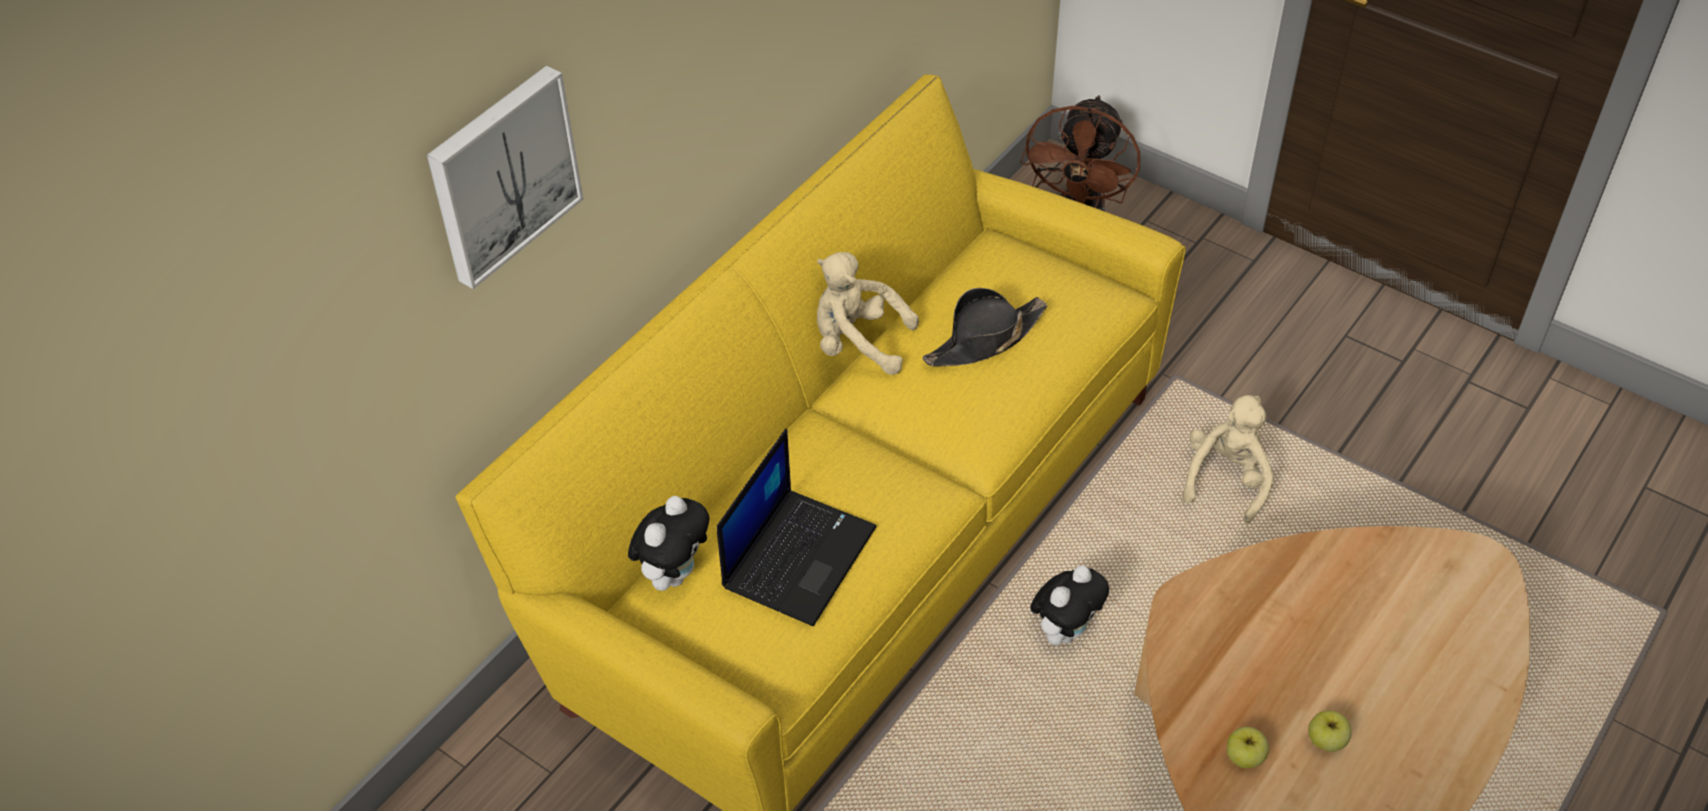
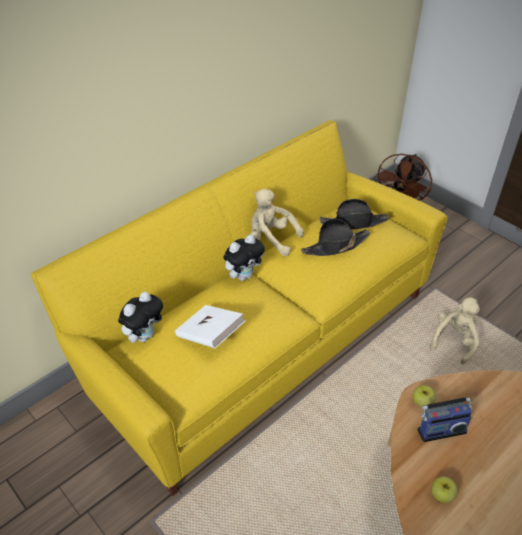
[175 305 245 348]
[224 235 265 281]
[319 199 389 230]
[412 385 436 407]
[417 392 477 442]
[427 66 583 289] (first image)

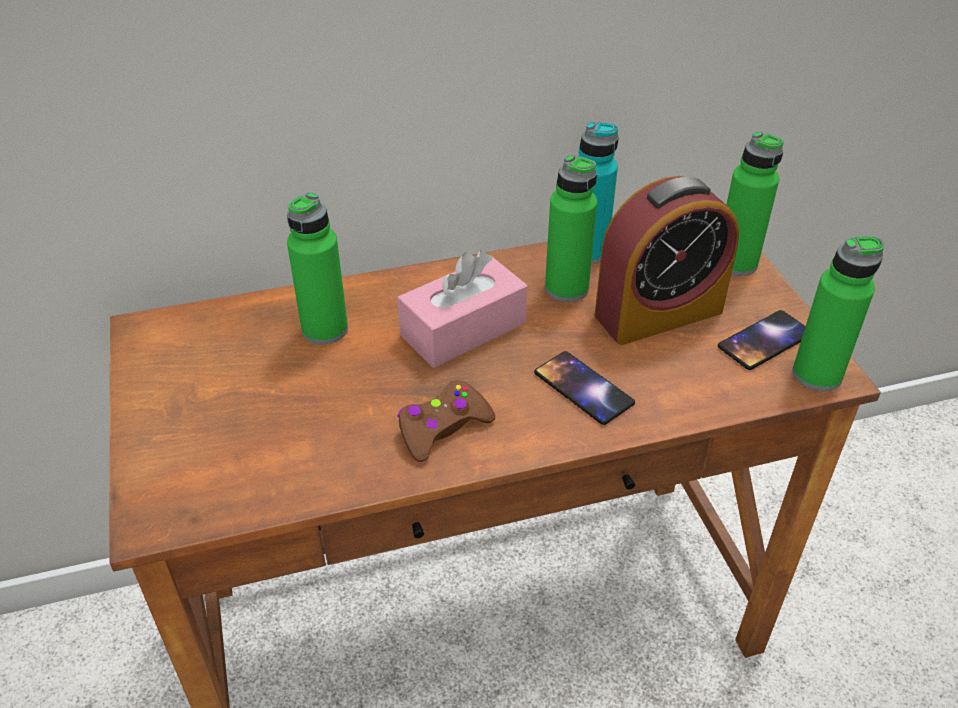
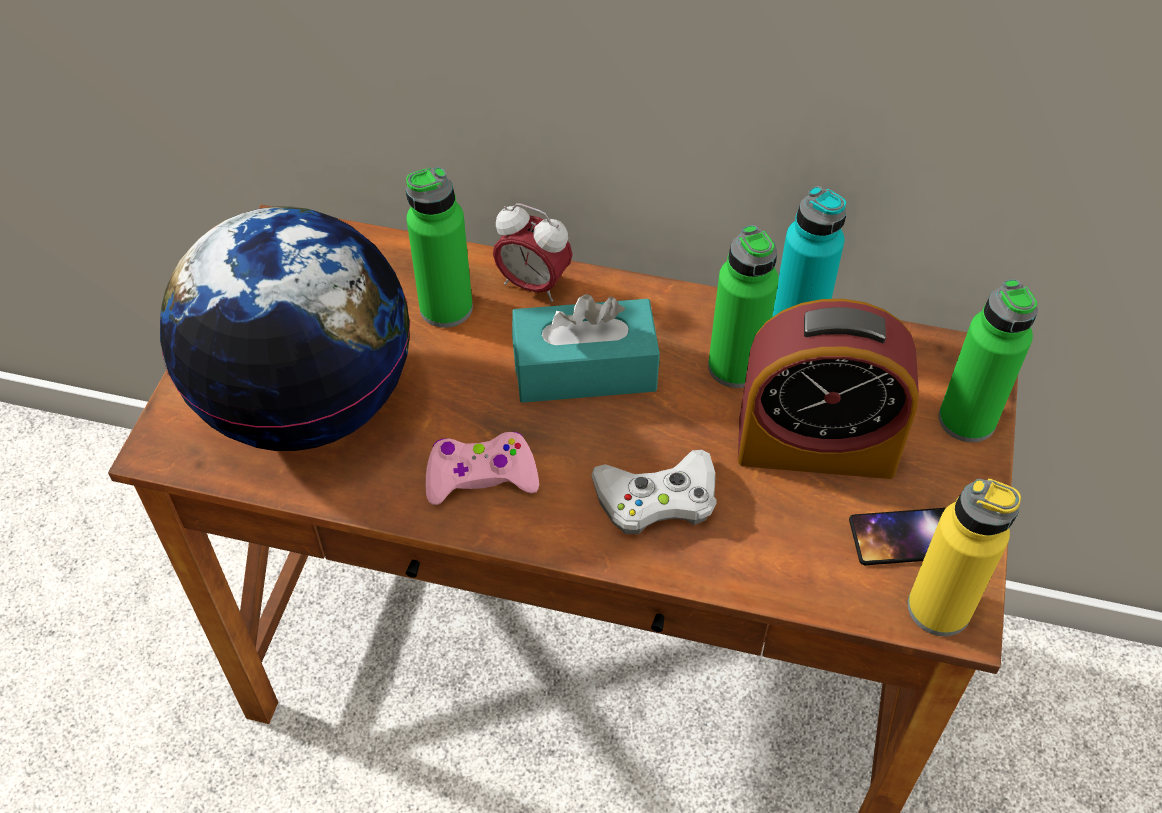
[160 207 410 451]
[426 432 539 505]
[493 203 573 302]
[512 294 660 403]
[591 450 717 534]
[908 479 1021 636]

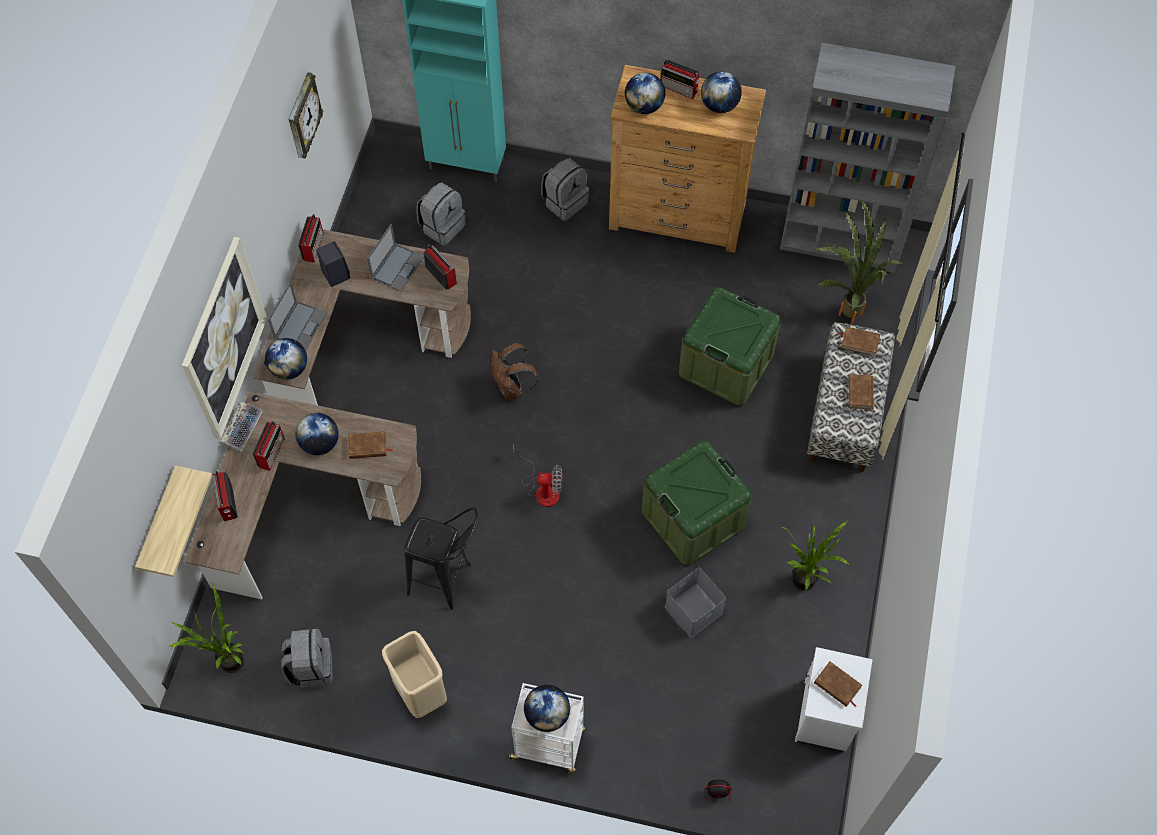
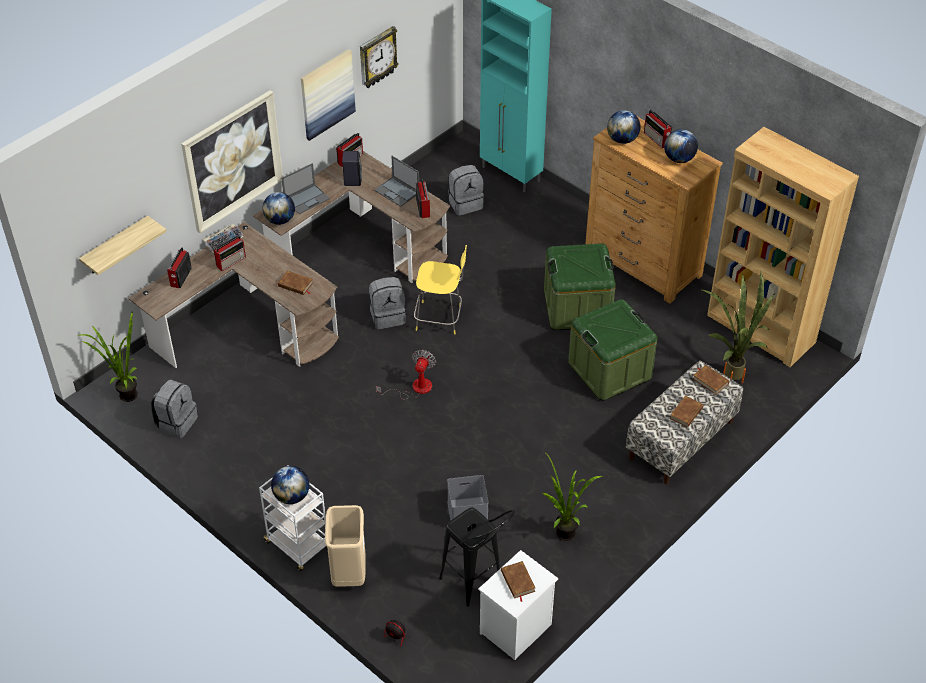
[301 49 356 141]
[325 505 366 587]
[369 277 406 329]
[374 156 419 207]
[376 350 436 400]
[414 245 467 335]
[439 507 515 607]
[544 243 616 330]
[707 127 859 367]
[295 413 339 455] (first image)

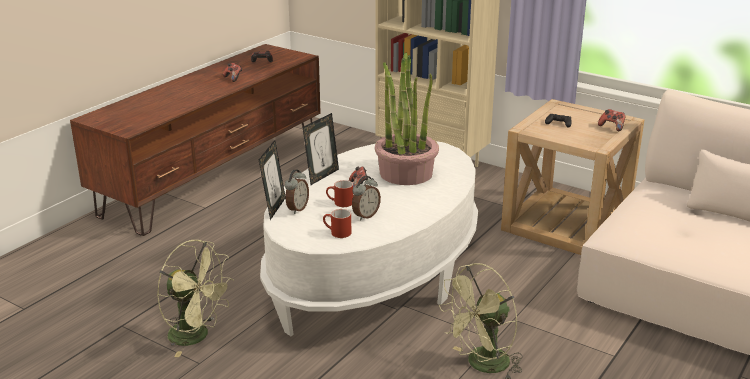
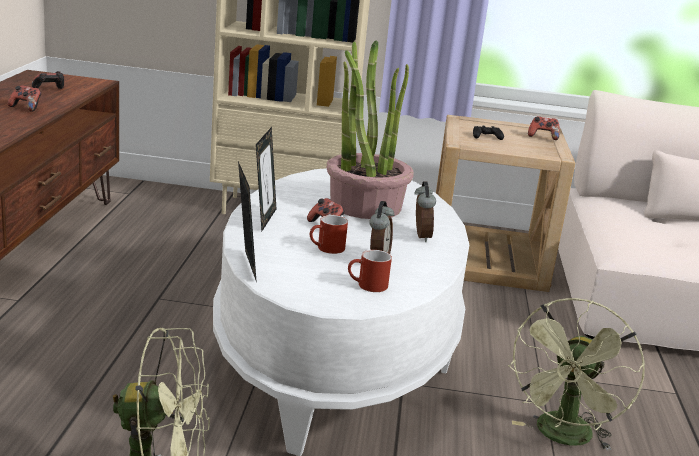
[415 181 436 242]

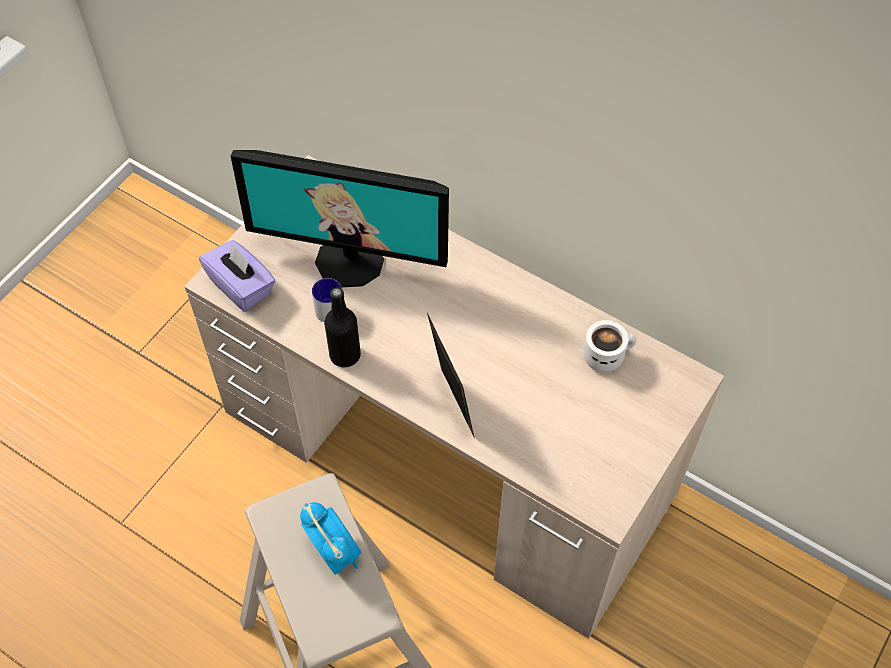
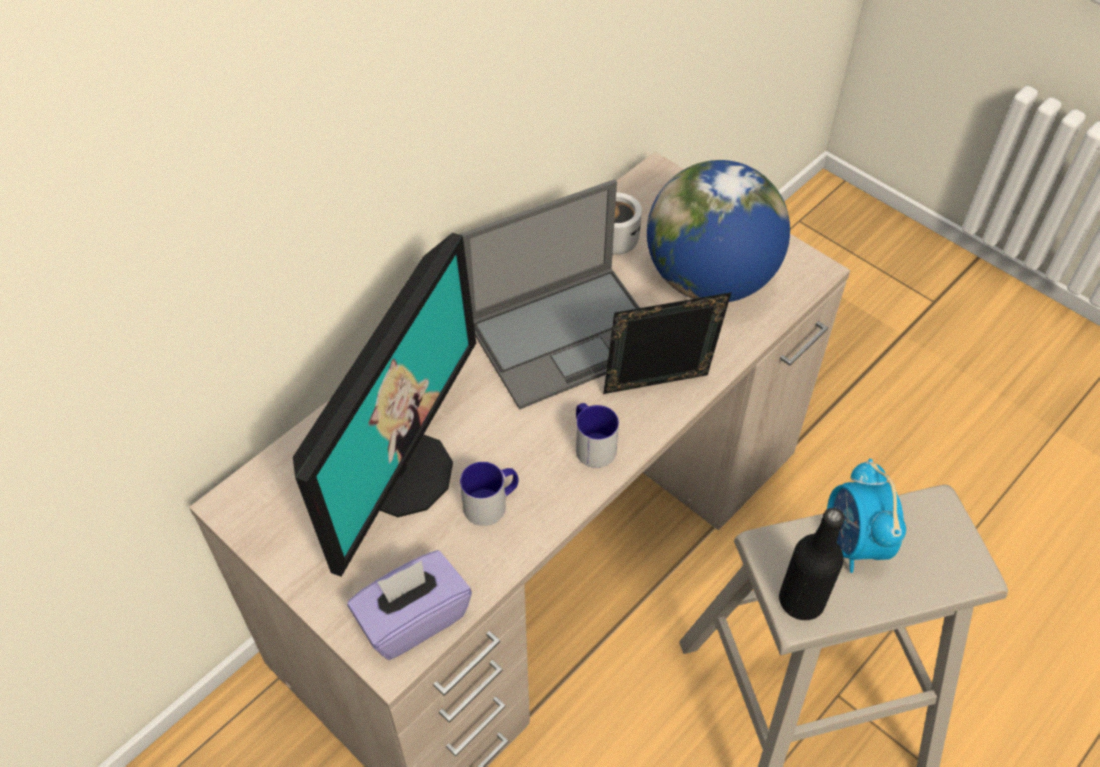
[459 179 640 410]
[576 403 619 468]
[647 160 790 302]
[779 508 845 620]
[827 459 906 573]

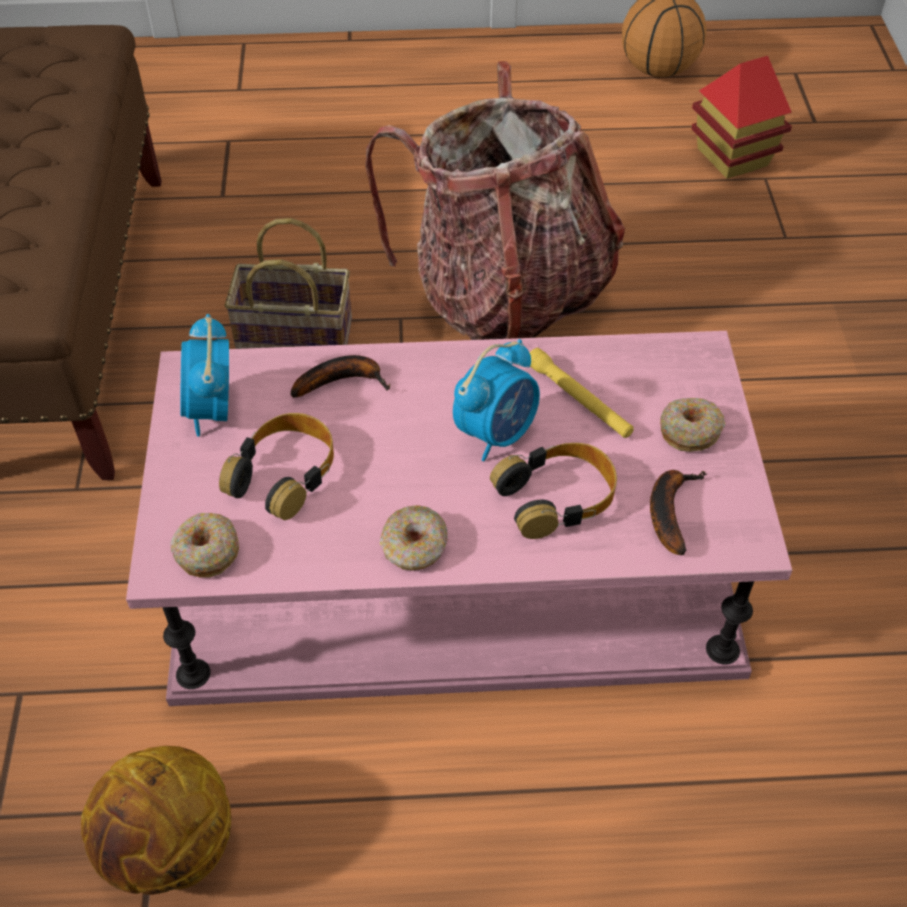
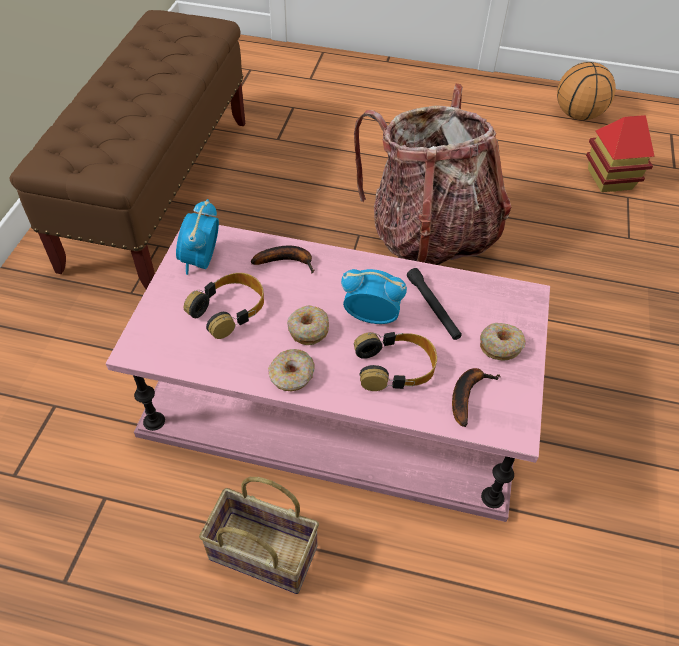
[199 477 319 594]
[287 305 329 345]
[341 269 407 324]
[407 268 462 340]
[81 746 231 895] (first image)

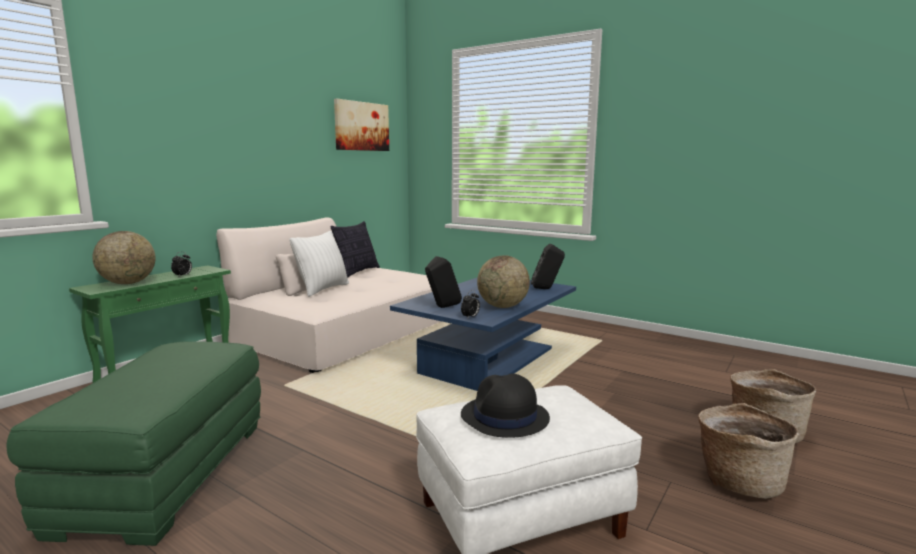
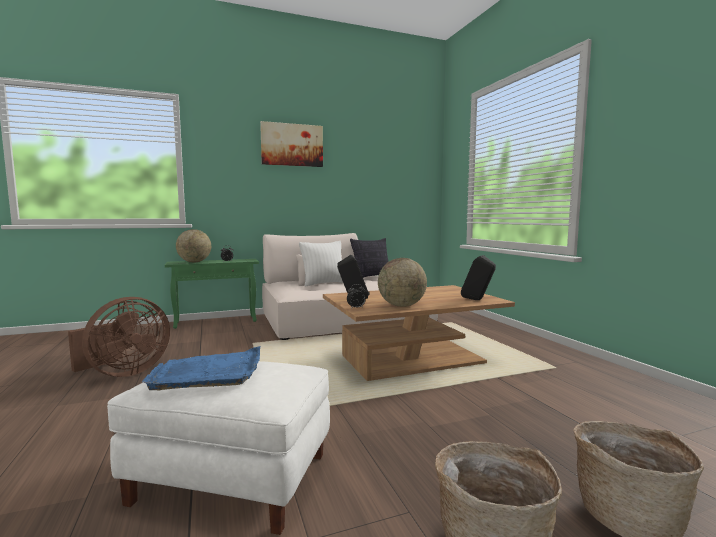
[68 297 170 377]
[142 346 260 391]
[260 121 323 167]
[323 285 515 381]

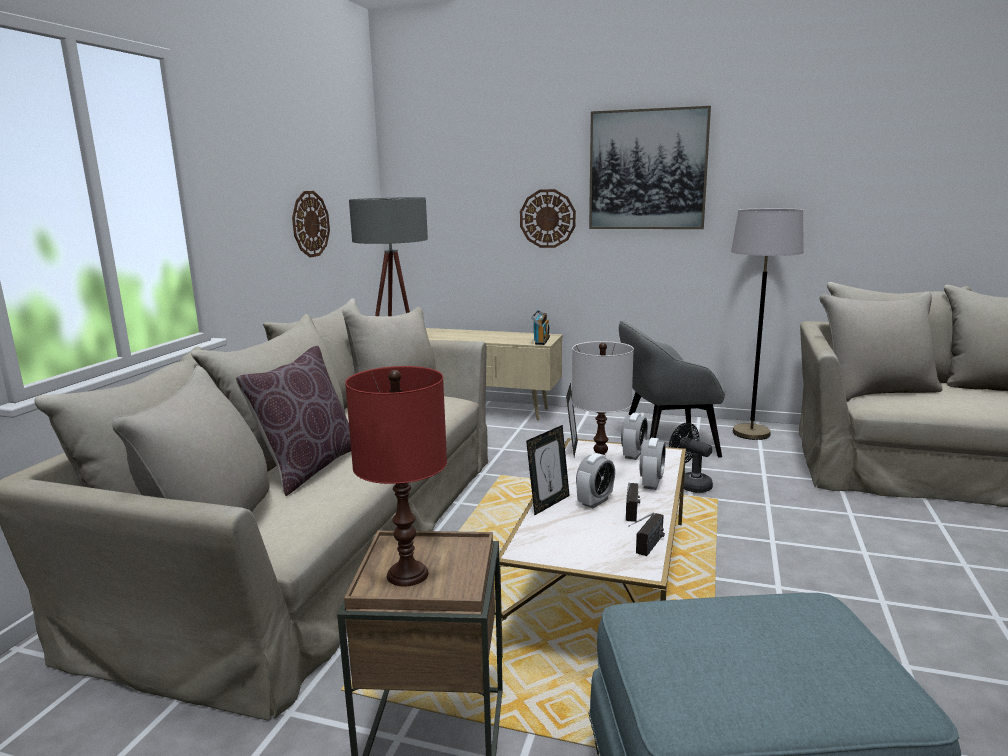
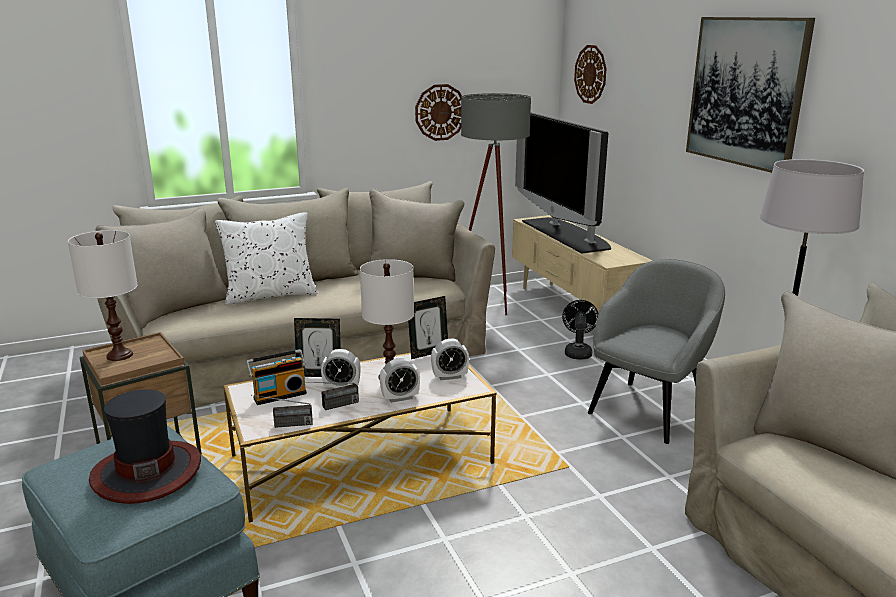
[68 230 138 361]
[89 389 201 504]
[215 213 318 305]
[246 349 307 405]
[515 113 611 254]
[562 300 599 360]
[574 45 607 104]
[588 259 725 444]

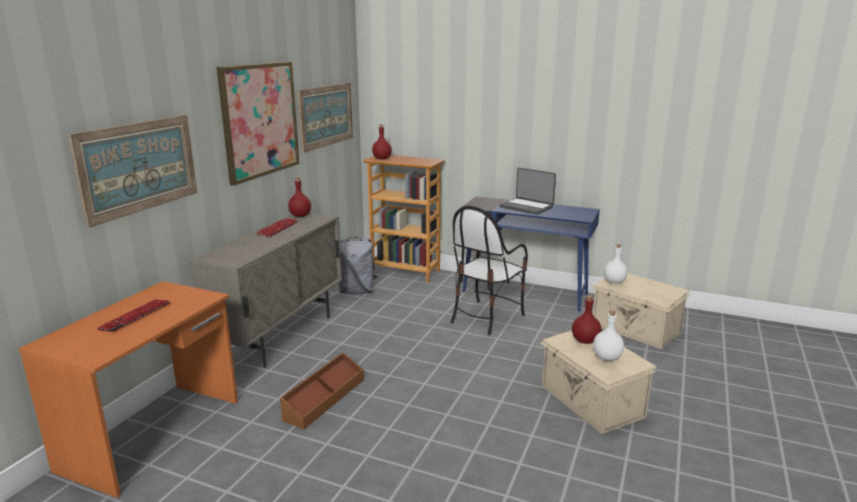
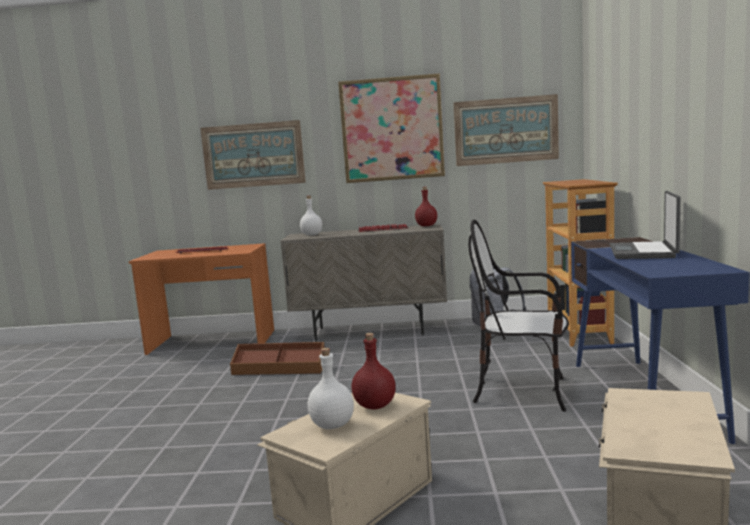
[300 196 322 236]
[372 124 392 159] (first image)

